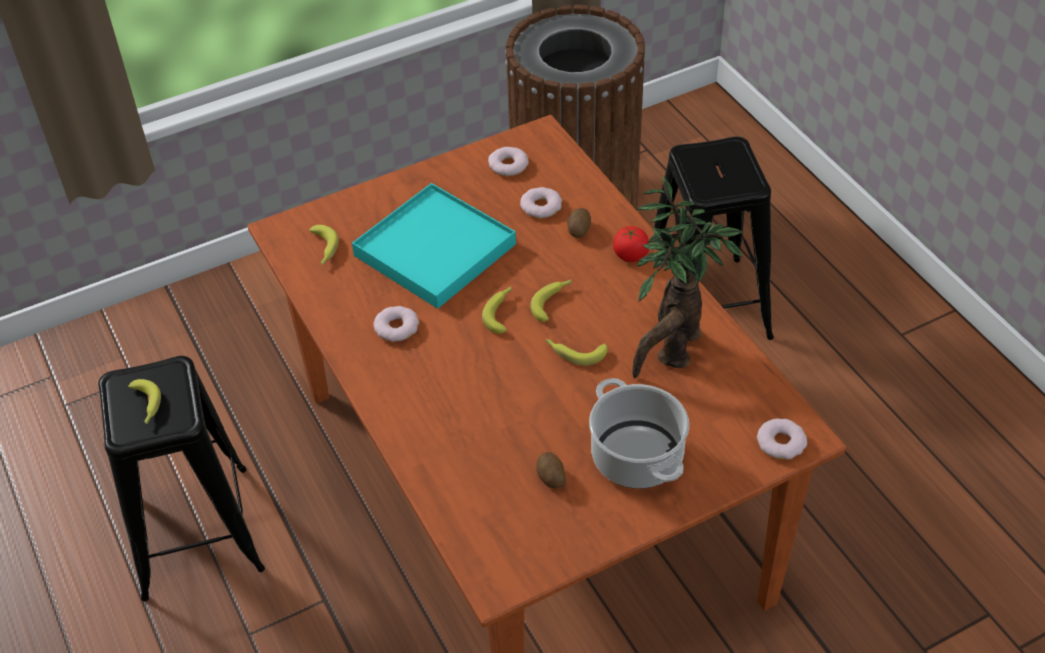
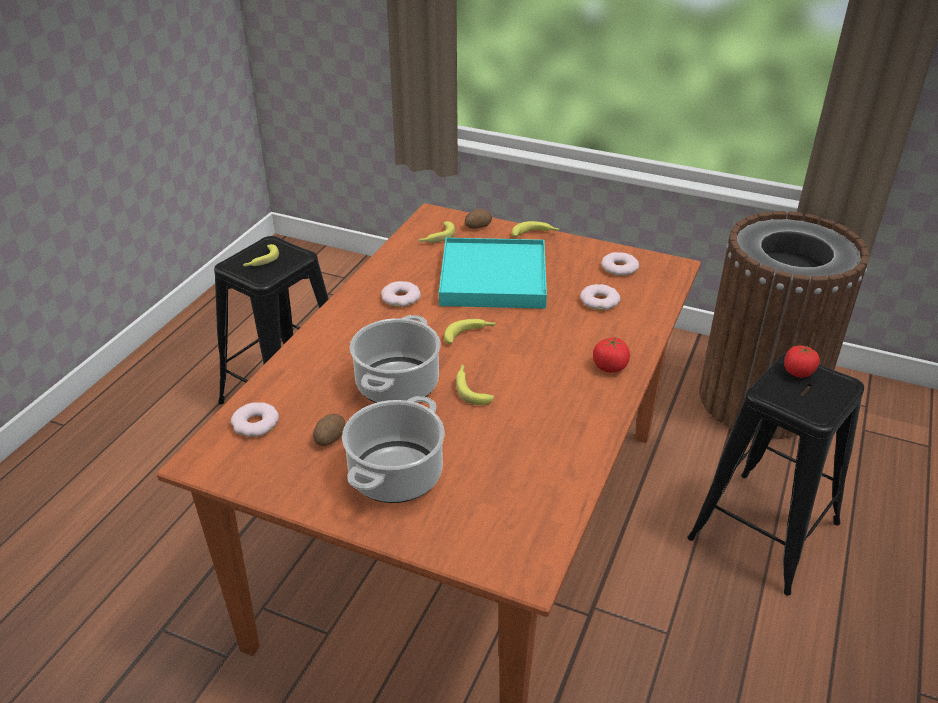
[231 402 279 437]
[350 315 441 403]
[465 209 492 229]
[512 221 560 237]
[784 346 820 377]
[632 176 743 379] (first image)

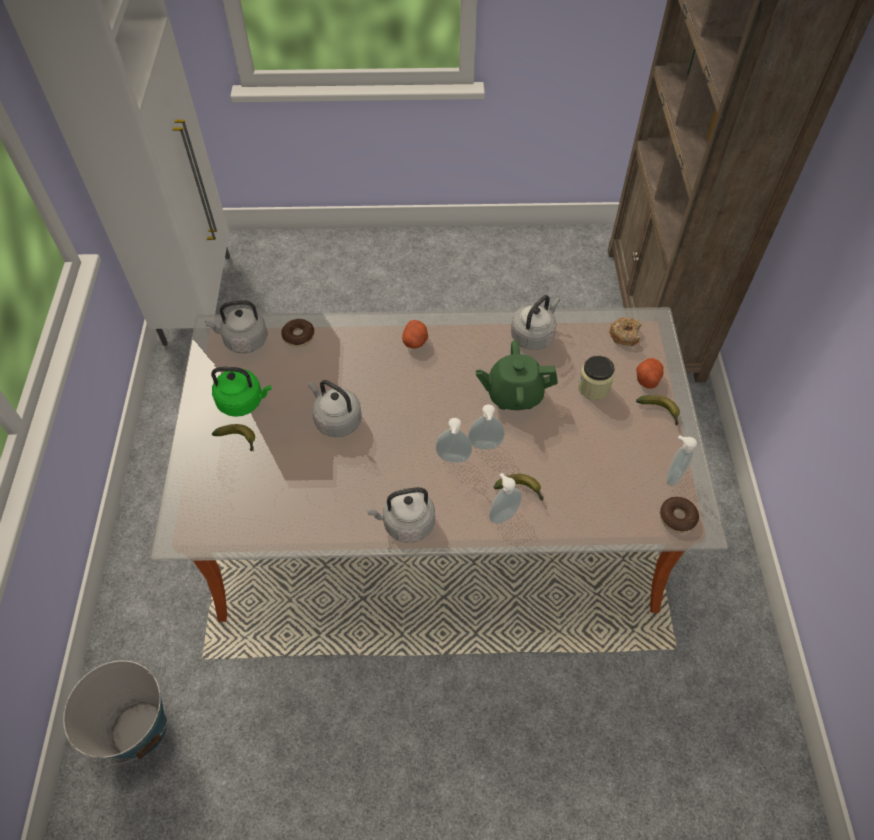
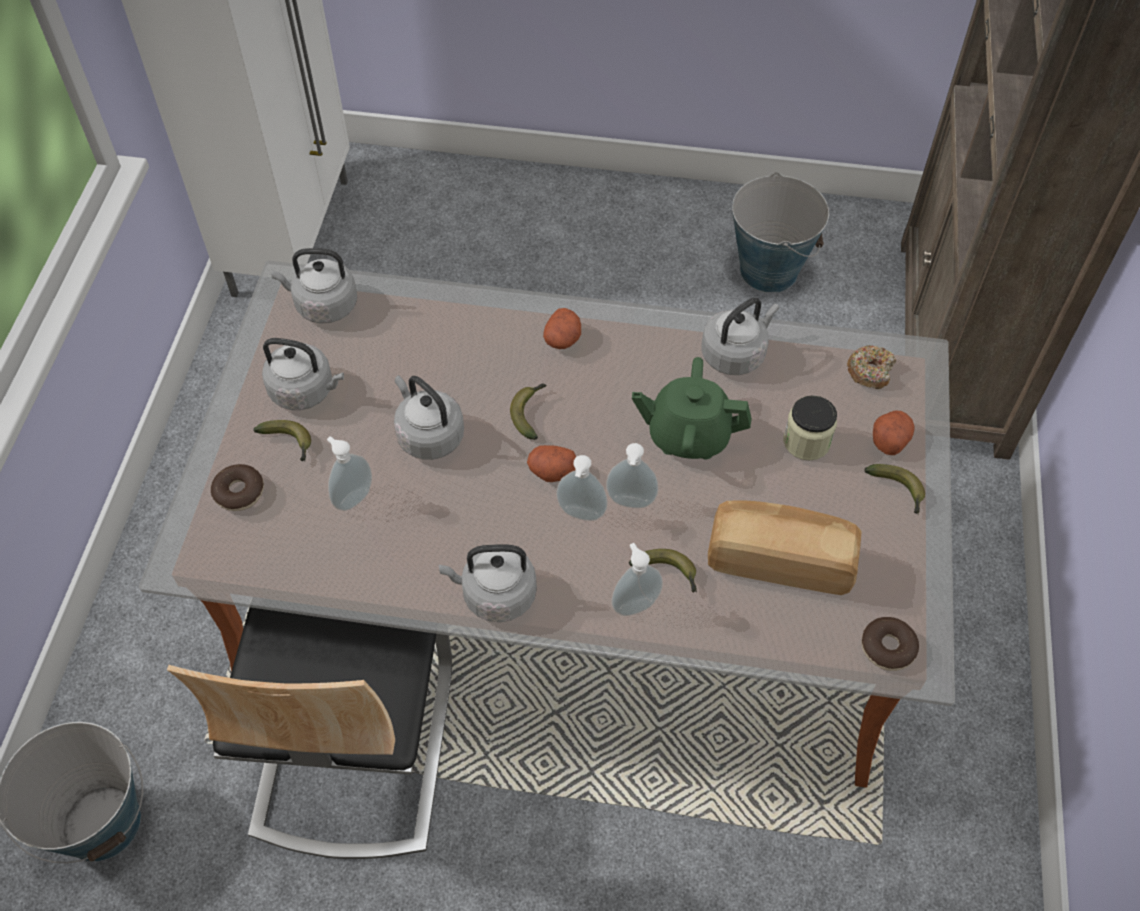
[167 607 452 859]
[211 464 264 511]
[262 338 344 410]
[327 436 372 511]
[510 383 546 440]
[527 445 576 482]
[708 501 862 595]
[732 172 829 293]

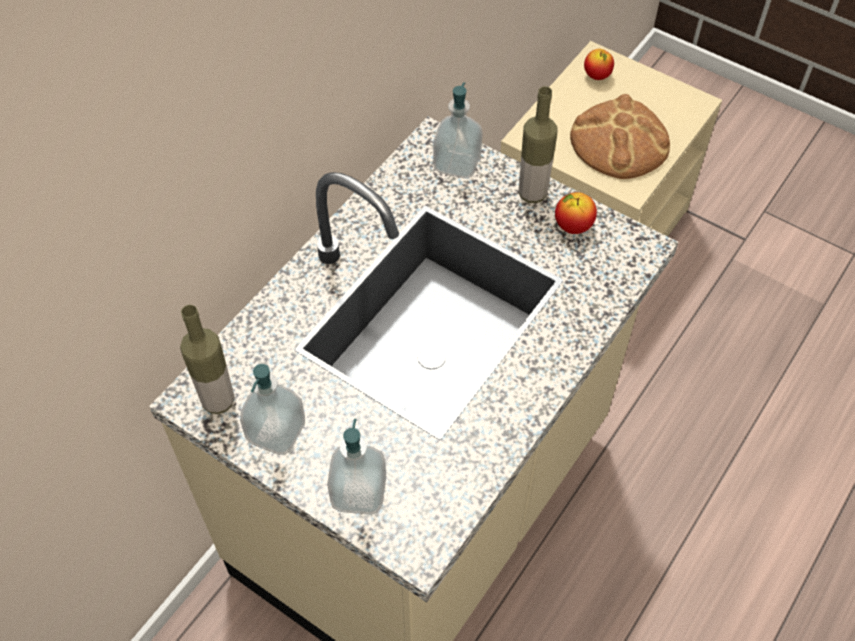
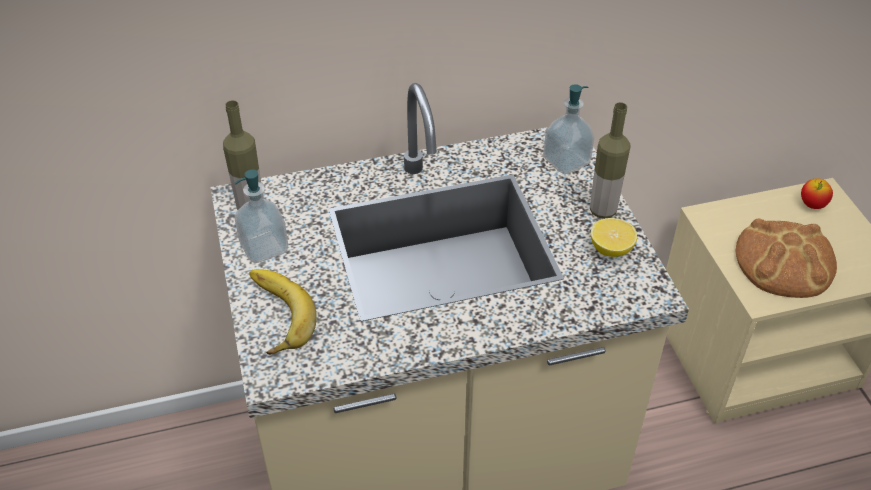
[250 269 317 355]
[591 218 637 257]

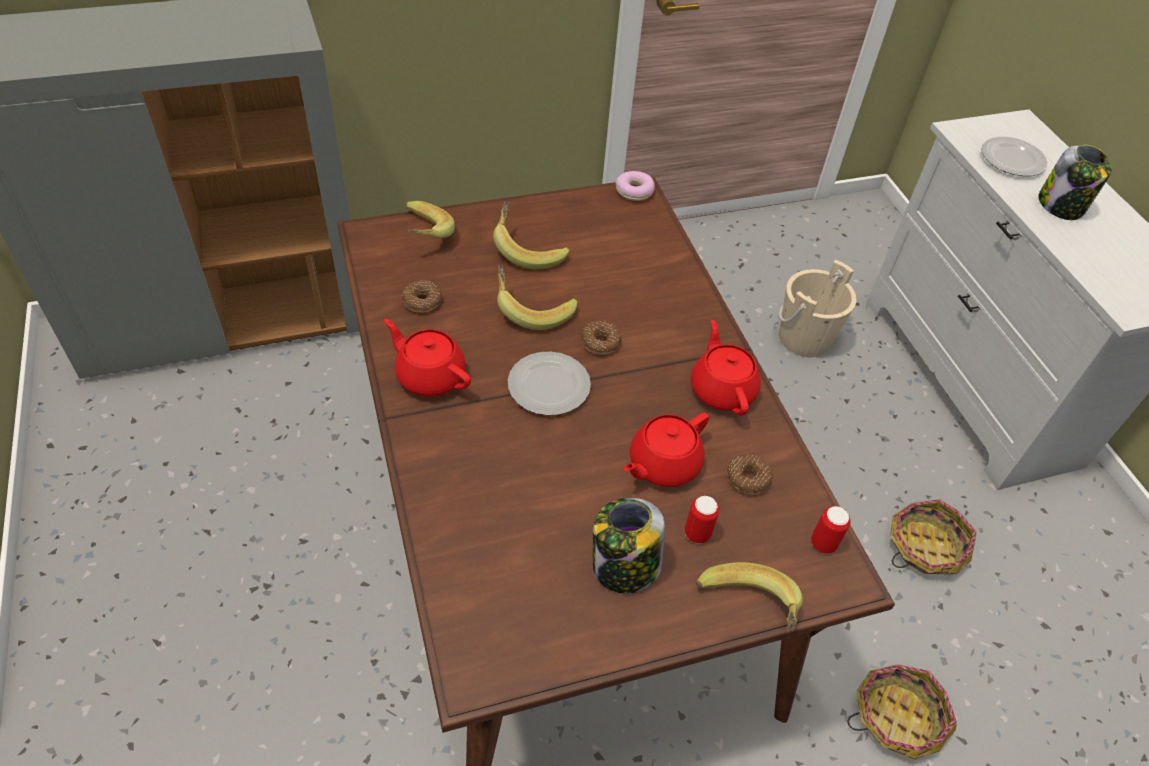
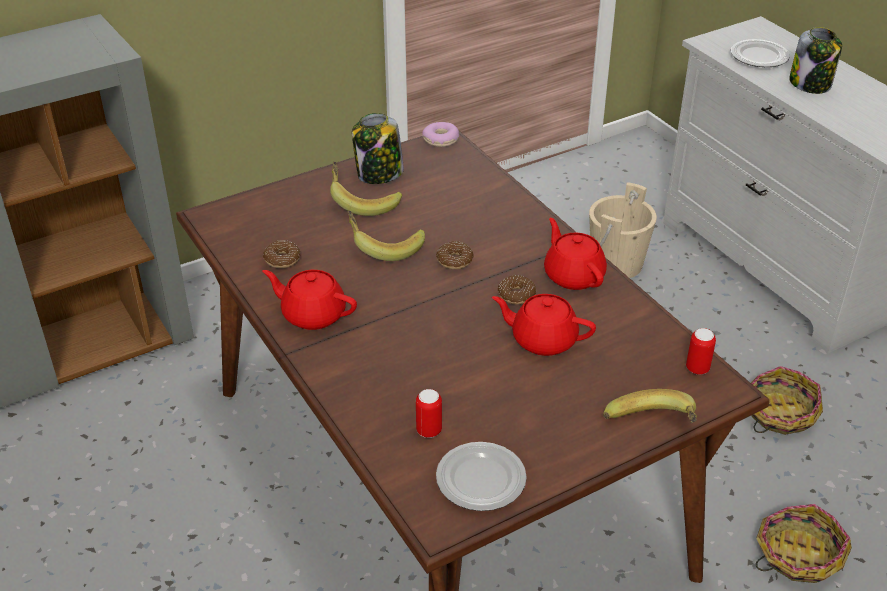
[352 113 404 184]
[416 389 442 438]
[436 442 527 511]
[492 294 596 356]
[498 275 536 305]
[405 201 455 238] (first image)

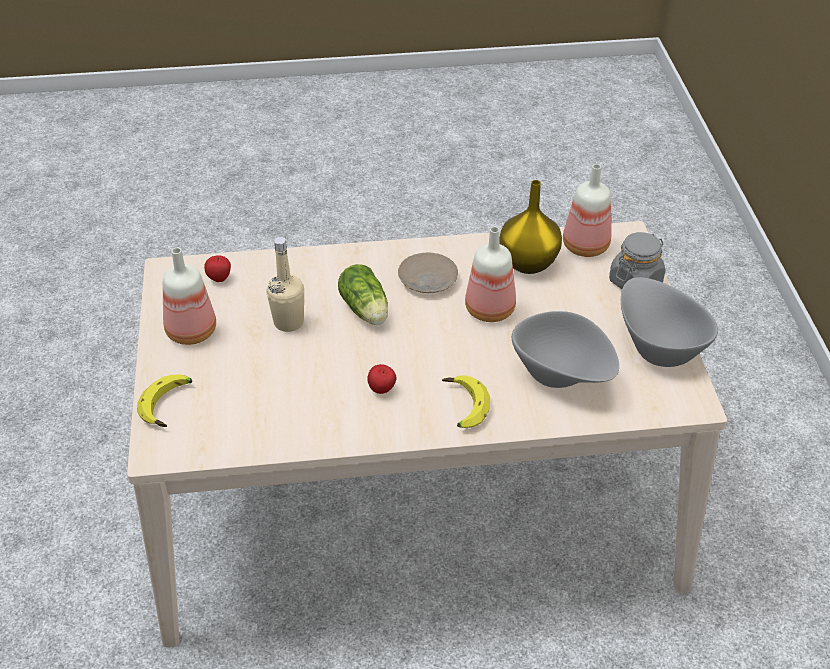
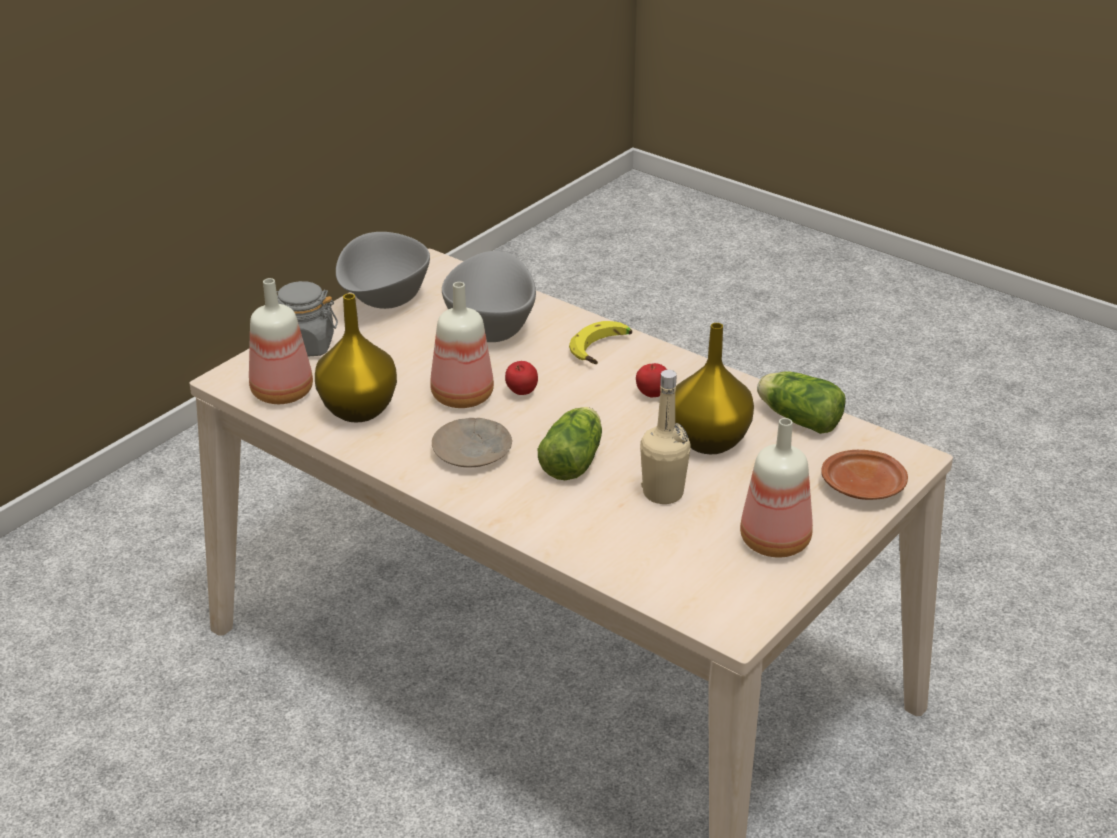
[505 361 538 395]
[675 323 754 454]
[757 371 846 434]
[821 450 908 500]

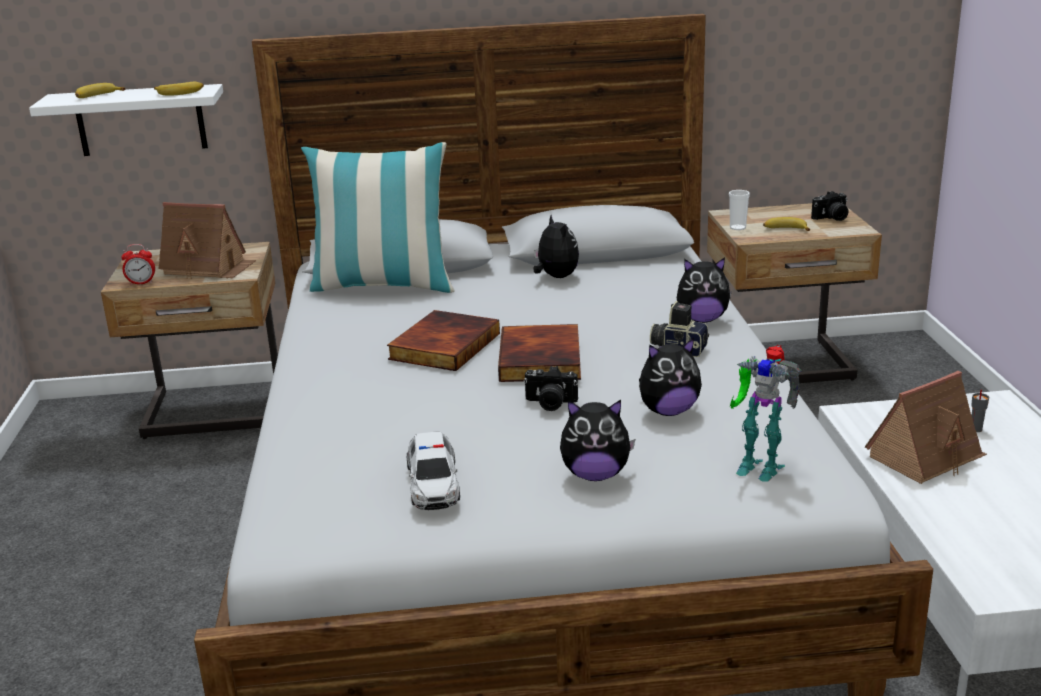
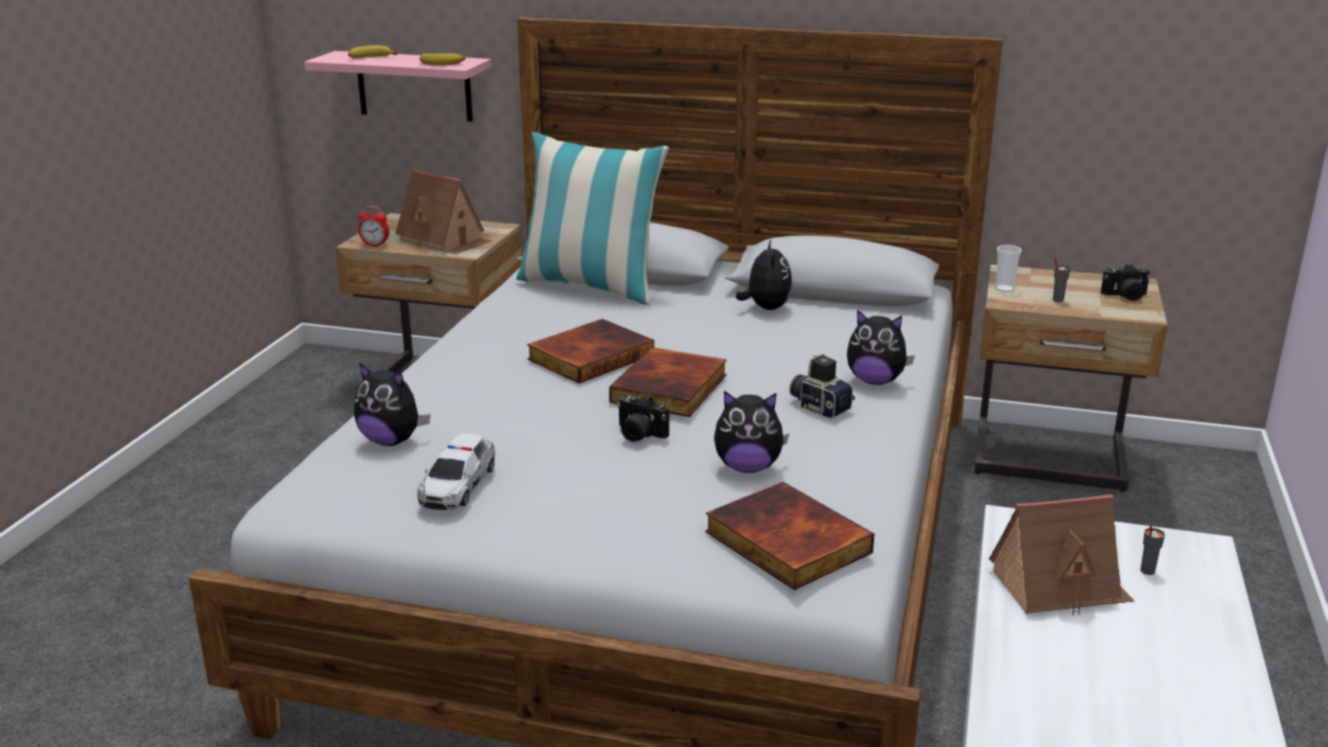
[304 51 491 122]
[354 363 430 446]
[705 482 874 590]
[1053 257 1070 302]

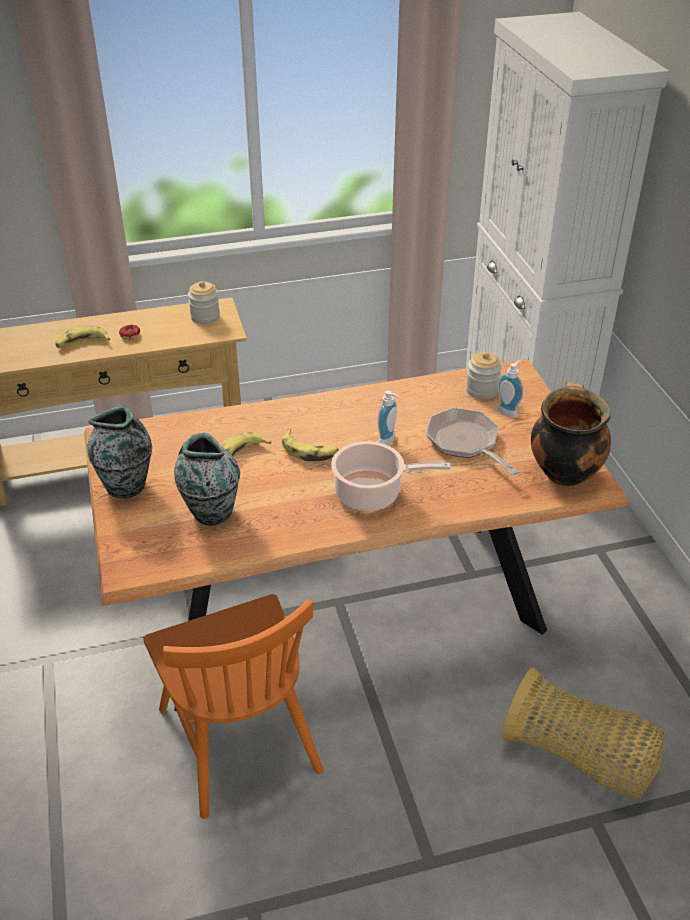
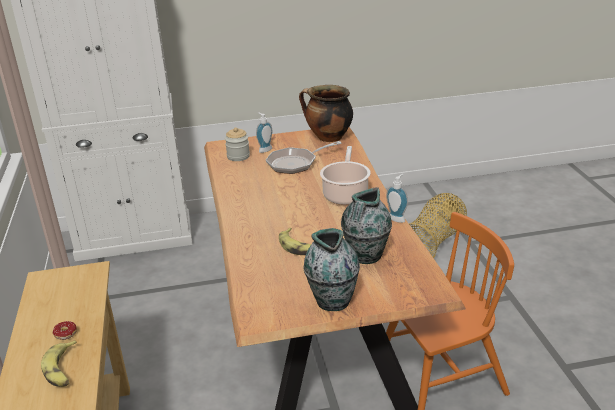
[386 174 408 223]
[188 281 220 324] (first image)
[282 428 339 462] (first image)

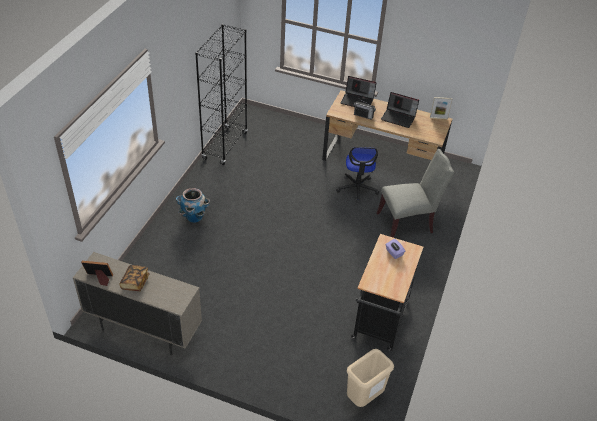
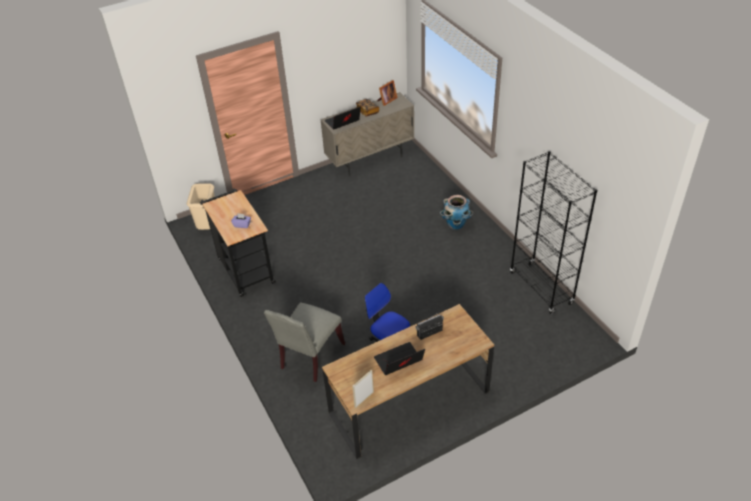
[324 107 361 130]

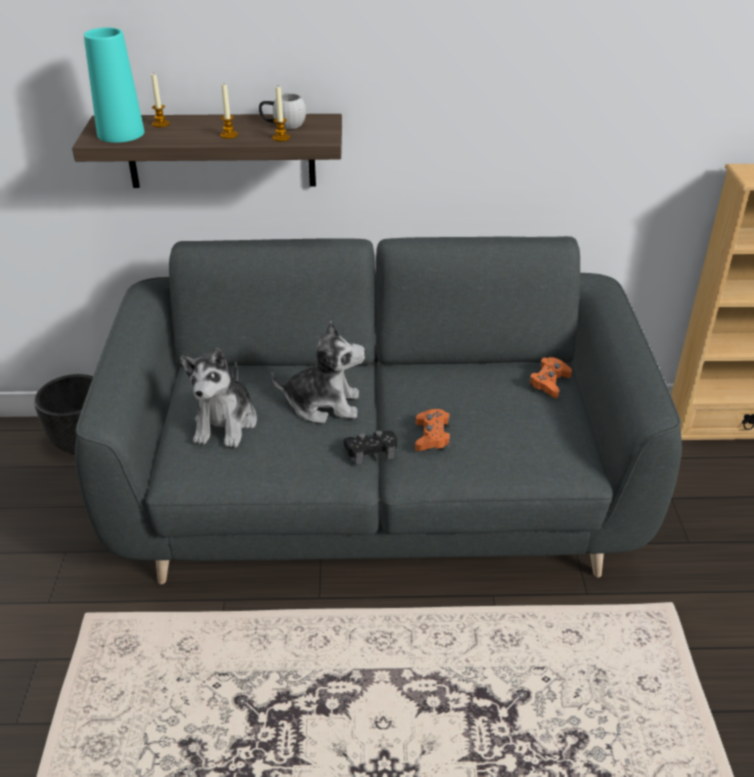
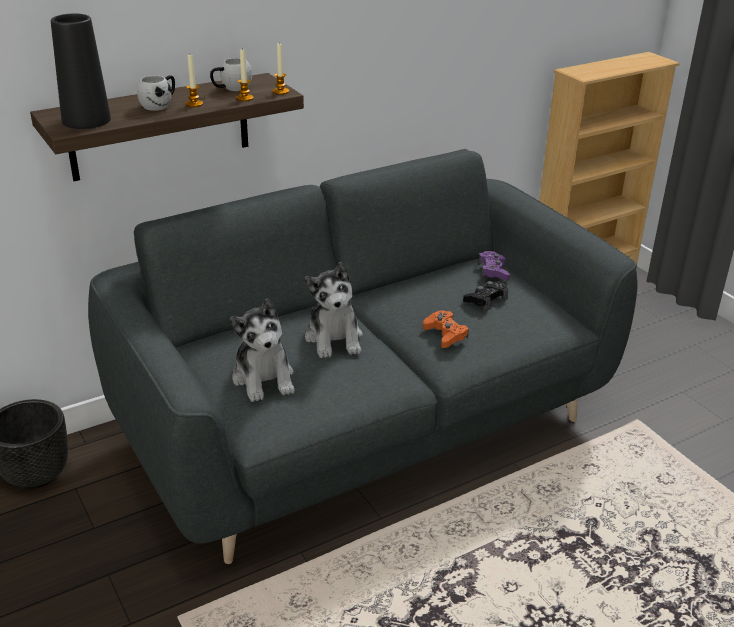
[51 14 111 129]
[137 75 175 111]
[273 43 289 95]
[305 262 363 358]
[463 281 508 311]
[478 251 510 281]

